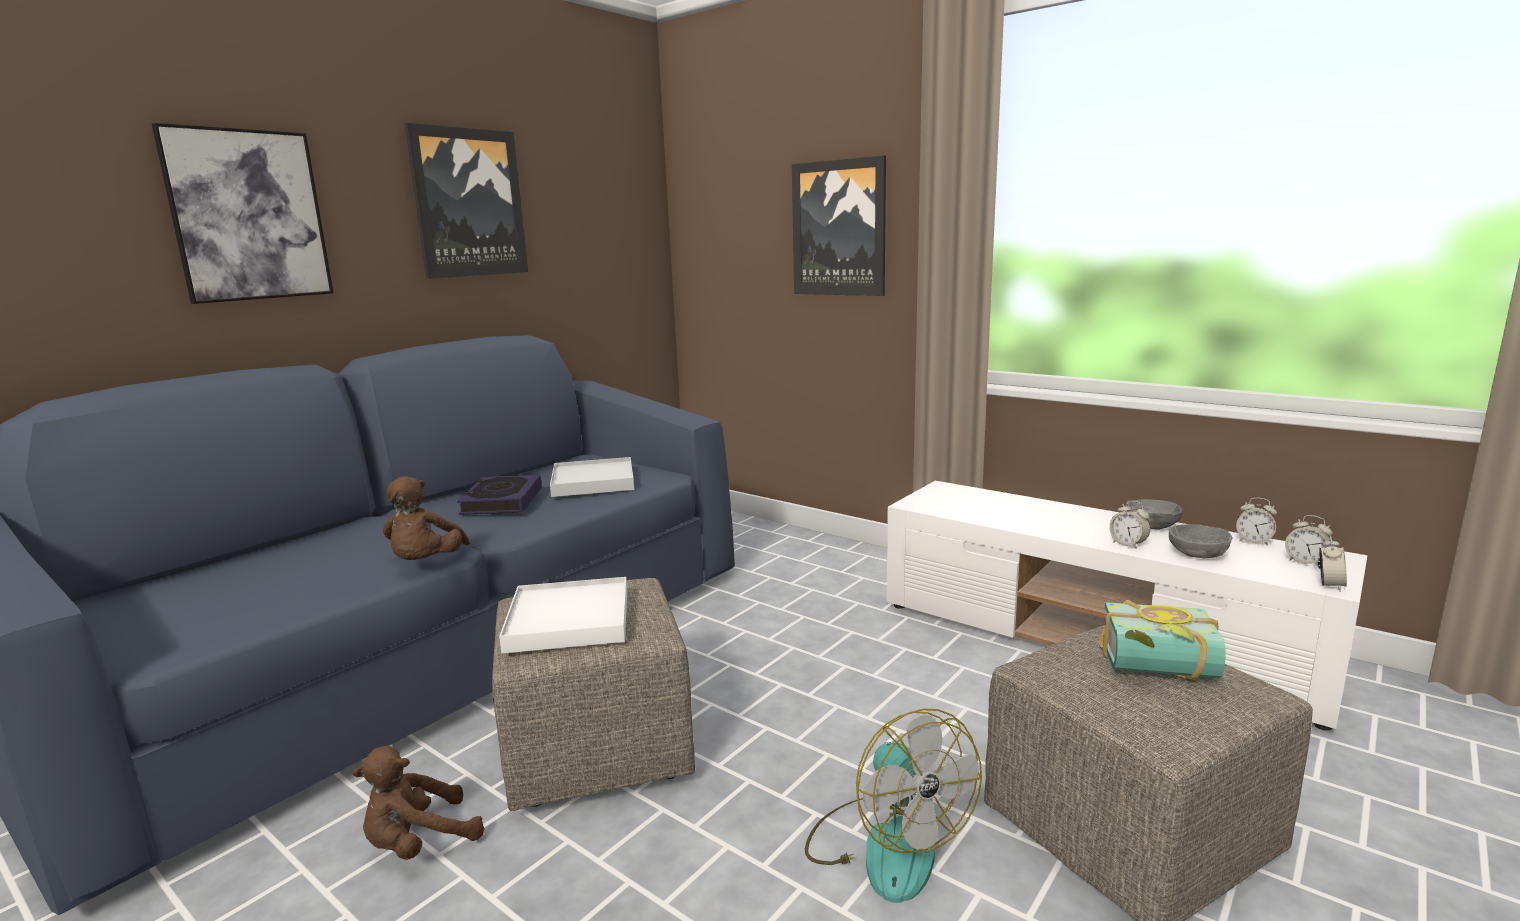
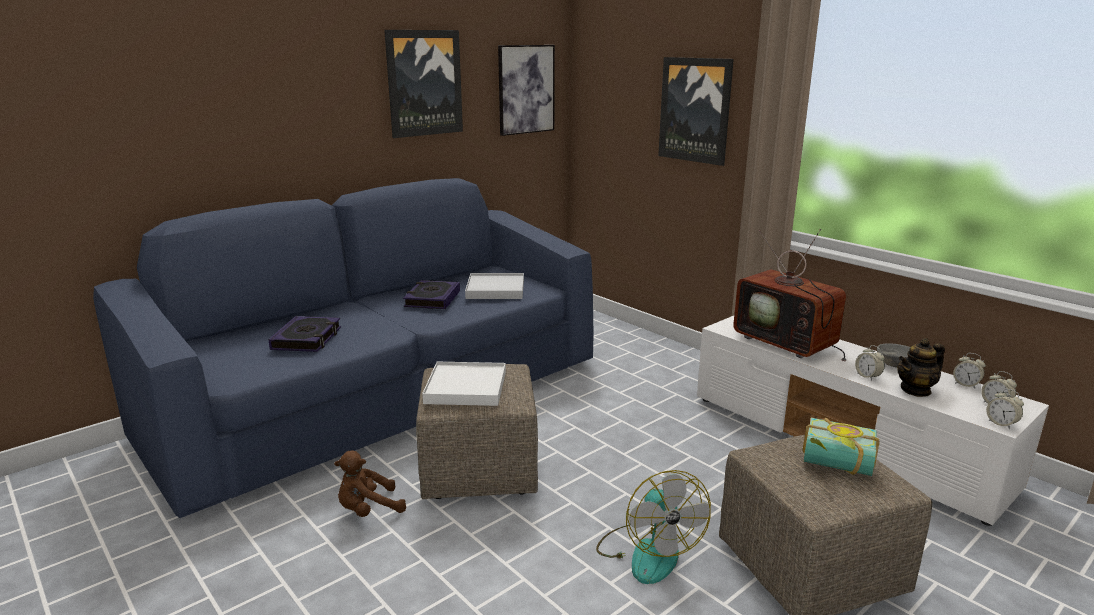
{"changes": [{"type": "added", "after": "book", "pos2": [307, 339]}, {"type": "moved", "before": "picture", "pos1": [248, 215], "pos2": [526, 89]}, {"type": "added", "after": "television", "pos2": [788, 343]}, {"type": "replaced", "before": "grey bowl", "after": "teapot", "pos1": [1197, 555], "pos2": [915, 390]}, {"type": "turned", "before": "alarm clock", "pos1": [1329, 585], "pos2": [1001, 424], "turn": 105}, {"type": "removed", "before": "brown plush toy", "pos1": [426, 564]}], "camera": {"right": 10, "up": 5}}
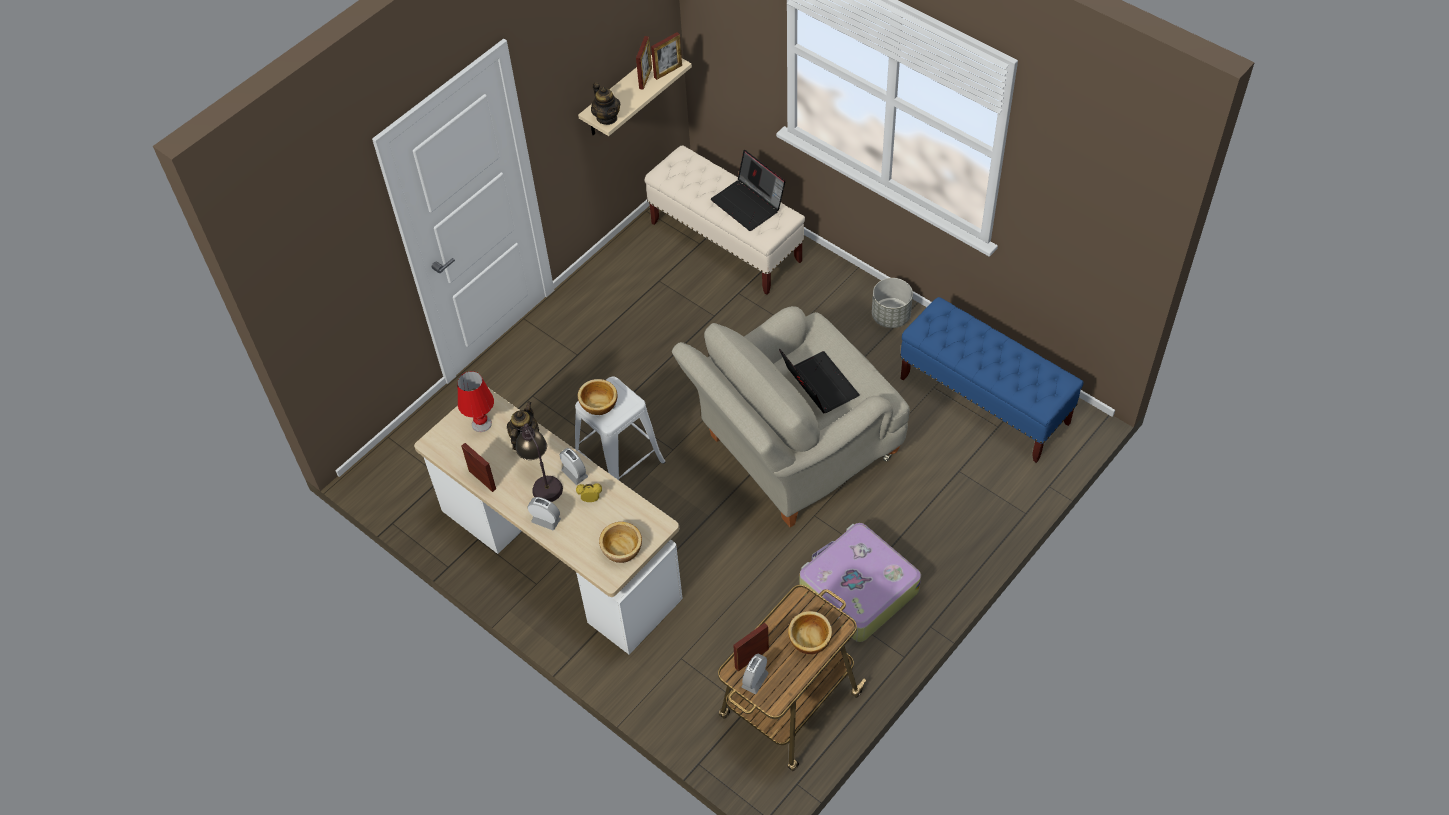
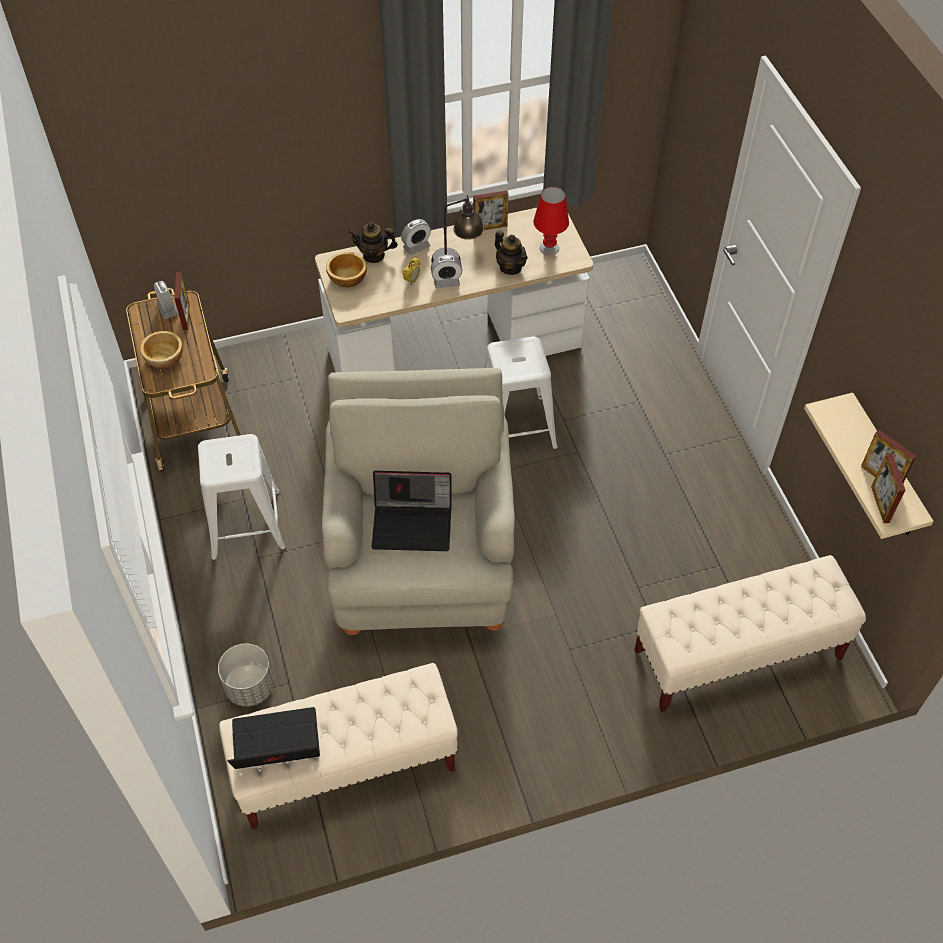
{"changes": [{"type": "replaced", "before": "suitcase", "after": "white stool", "pos1": [857, 589], "pos2": [246, 524]}, {"type": "moved", "before": "grey planter", "pos1": [891, 316], "pos2": [249, 687]}, {"type": "recoloured", "before": "blue bench", "after": "beige bench", "pos1": [984, 401], "pos2": [345, 765]}, {"type": "moved", "before": "laptop", "pos1": [749, 204], "pos2": [275, 746]}, {"type": "moved", "before": "teapot", "pos1": [607, 118], "pos2": [374, 255]}, {"type": "removed", "before": "bowl", "pos1": [598, 404]}], "camera": {"right": 120, "up": 0}}
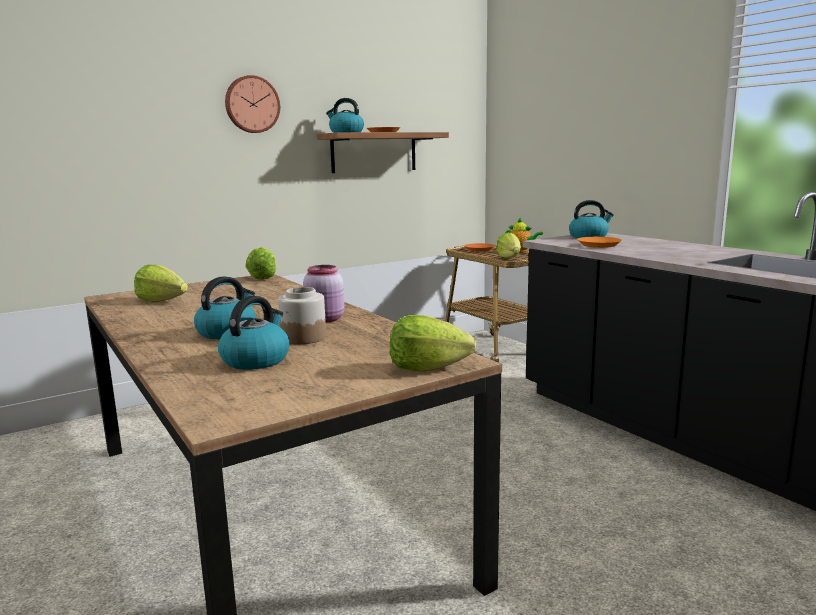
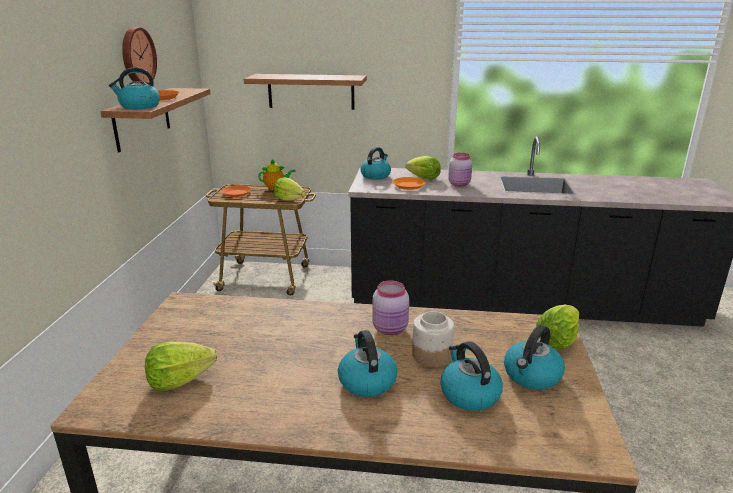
{"changes": [{"type": "moved", "before": "wall clock", "pos1": [252, 104], "pos2": [137, 56]}, {"type": "added", "after": "shelf", "pos2": [311, 91]}, {"type": "moved", "before": "lettuce", "pos1": [263, 277], "pos2": [423, 178]}, {"type": "added", "after": "pink jar", "pos2": [460, 184]}, {"type": "added", "after": "kettle", "pos2": [532, 376]}], "camera": {"right": -50, "up": 10}}
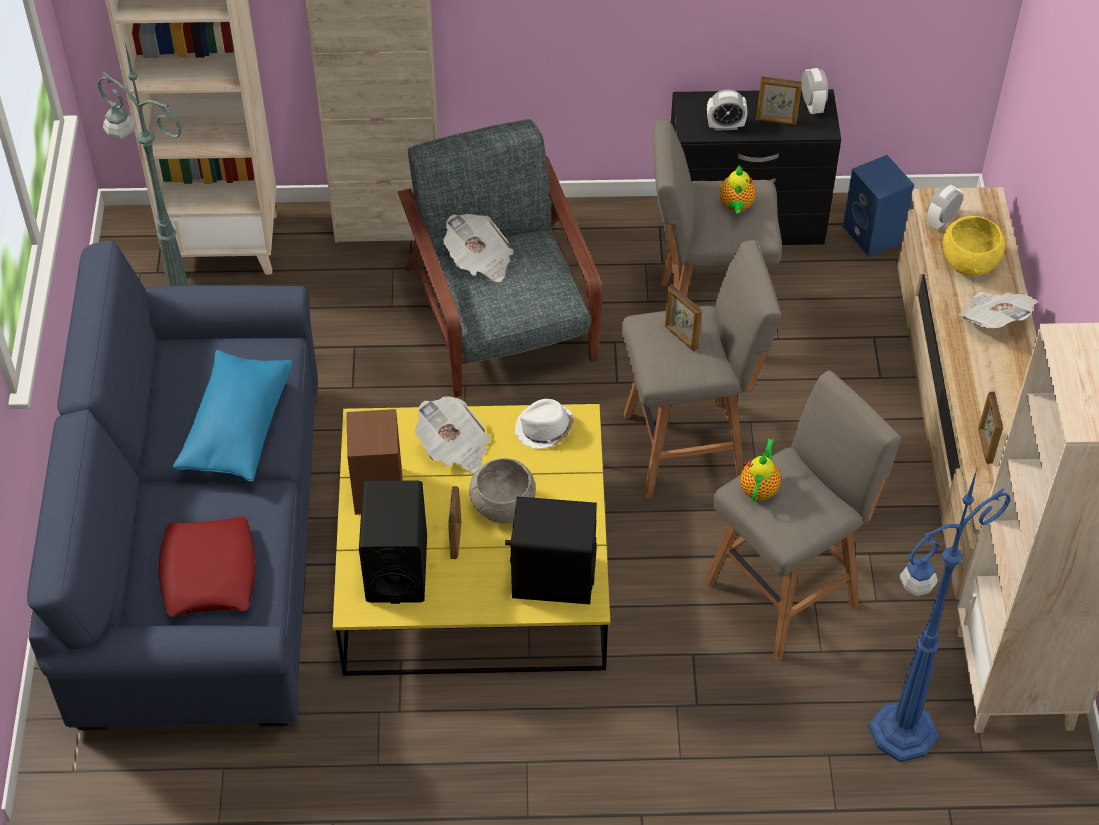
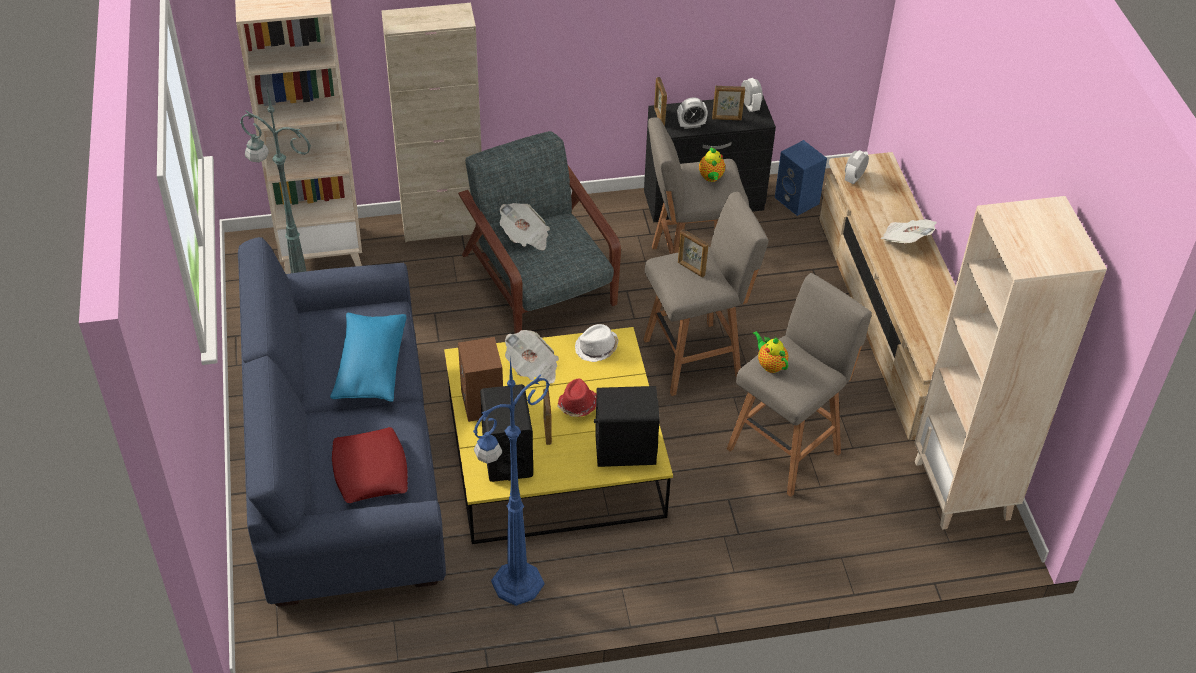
{"changes": [{"type": "moved", "before": "blue floor lamp", "pos1": [900, 733], "pos2": [515, 584]}, {"type": "replaced", "before": "grey bowl", "after": "red hat", "pos1": [502, 508], "pos2": [577, 405]}, {"type": "moved", "before": "picture frame", "pos1": [985, 446], "pos2": [659, 117]}, {"type": "turned", "before": "teapot", "pos1": [759, 488], "pos2": [770, 364], "turn": -45}, {"type": "removed", "before": "yellow bowl", "pos1": [968, 264]}], "camera": {"right": -10, "up": -5}}
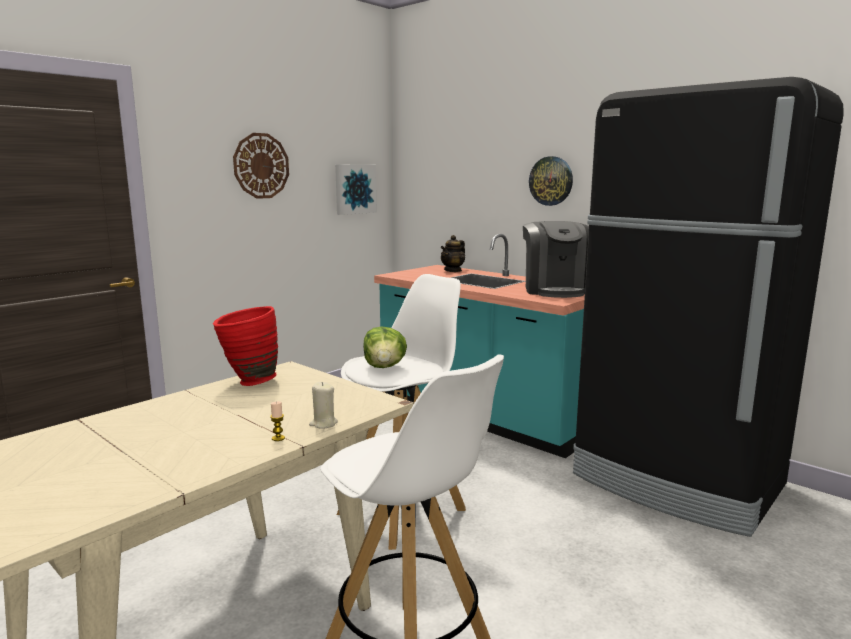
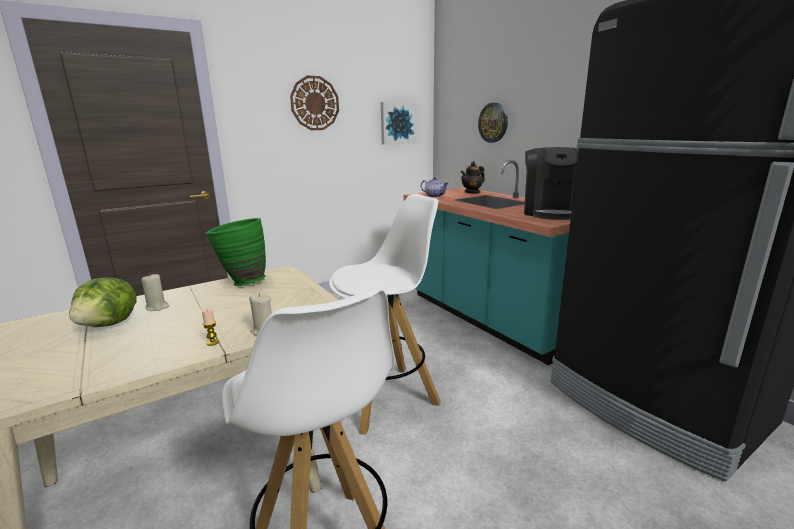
{"changes": [{"type": "moved", "before": "lettuce", "pos1": [384, 367], "pos2": [110, 324]}, {"type": "added", "after": "beige candle", "pos2": [157, 307]}, {"type": "recoloured", "before": "red vase", "after": "green vase", "pos1": [248, 382], "pos2": [242, 282]}, {"type": "added", "after": "teapot", "pos2": [434, 196]}, {"type": "moved", "before": "wall clock", "pos1": [551, 181], "pos2": [493, 122]}], "camera": {"right": 15, "up": 5}}
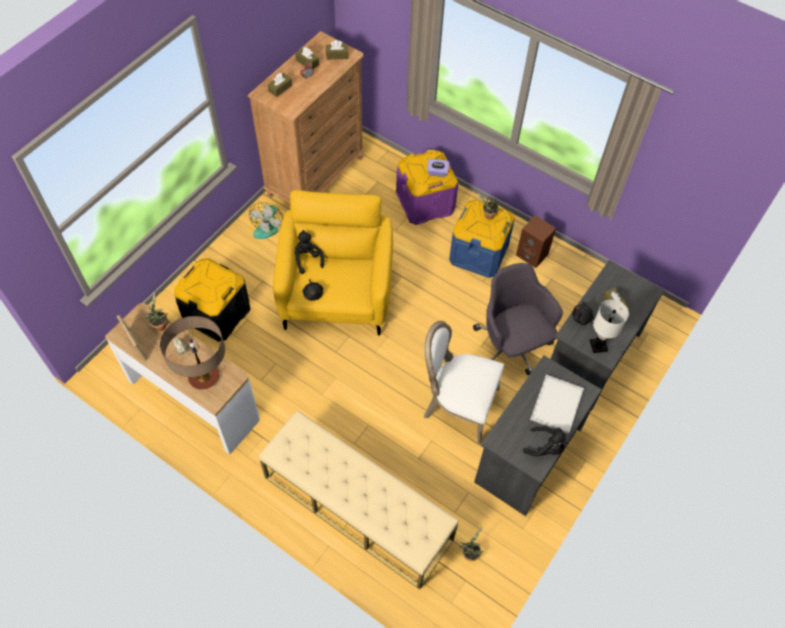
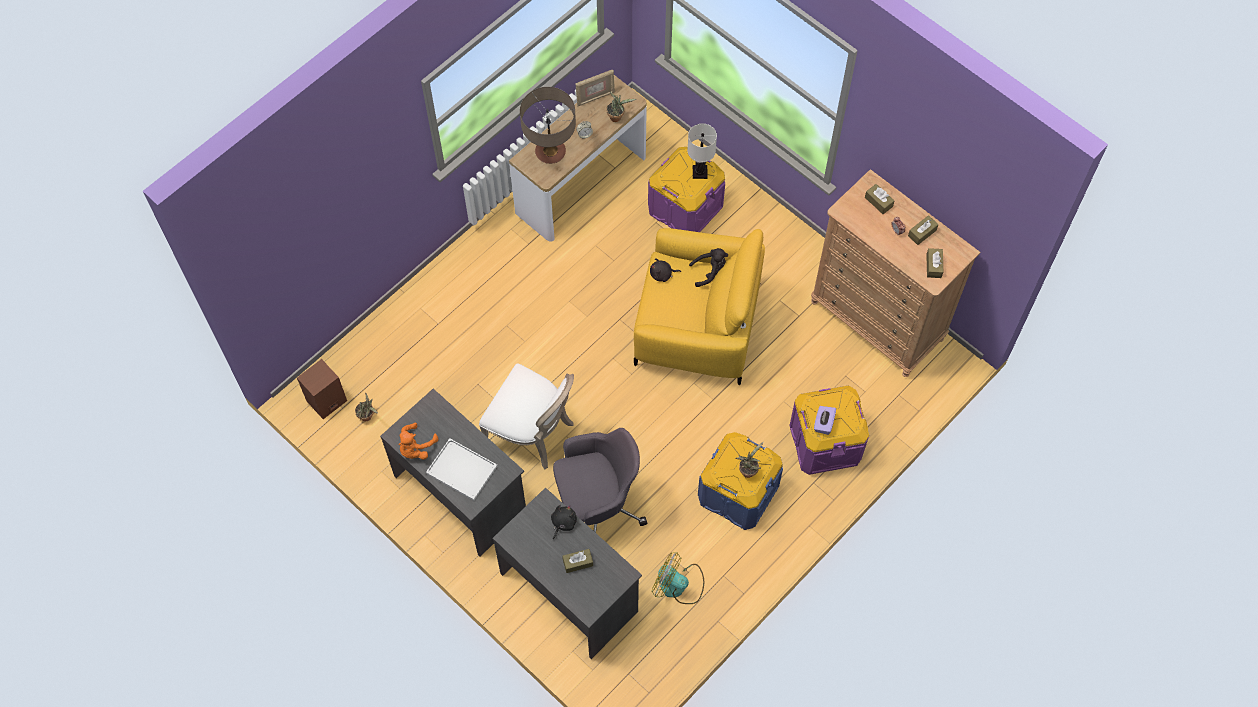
{"changes": [{"type": "moved", "before": "brown speaker", "pos1": [533, 254], "pos2": [326, 402]}, {"type": "recoloured", "before": "black plush toy", "after": "orange plush toy", "pos1": [545, 447], "pos2": [416, 448]}, {"type": "turned", "before": "white chair", "pos1": [457, 405], "pos2": [533, 433], "turn": 90}, {"type": "recoloured", "before": "black storage box", "after": "purple storage box", "pos1": [217, 313], "pos2": [685, 208]}, {"type": "moved", "before": "fan", "pos1": [268, 226], "pos2": [678, 585]}, {"type": "moved", "before": "white table lamp", "pos1": [598, 345], "pos2": [700, 172]}, {"type": "removed", "before": "beige bench", "pos1": [357, 508]}], "camera": {"right": 100, "up": 5}}
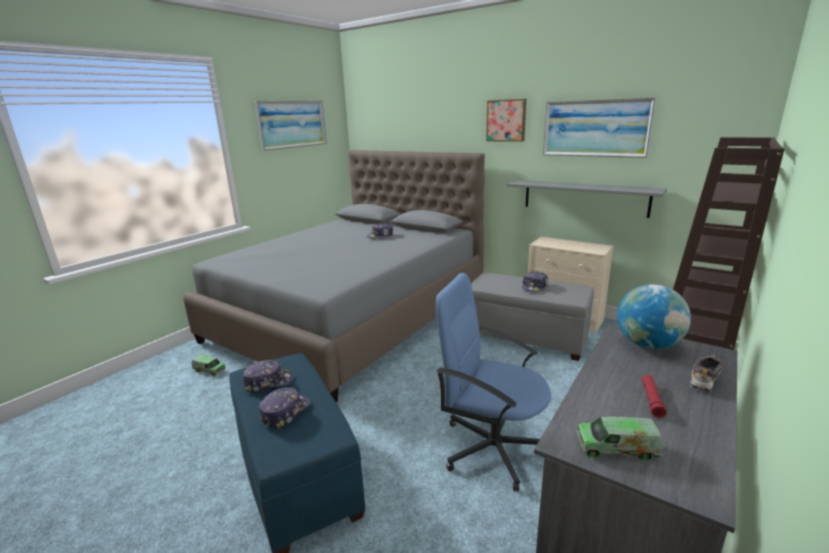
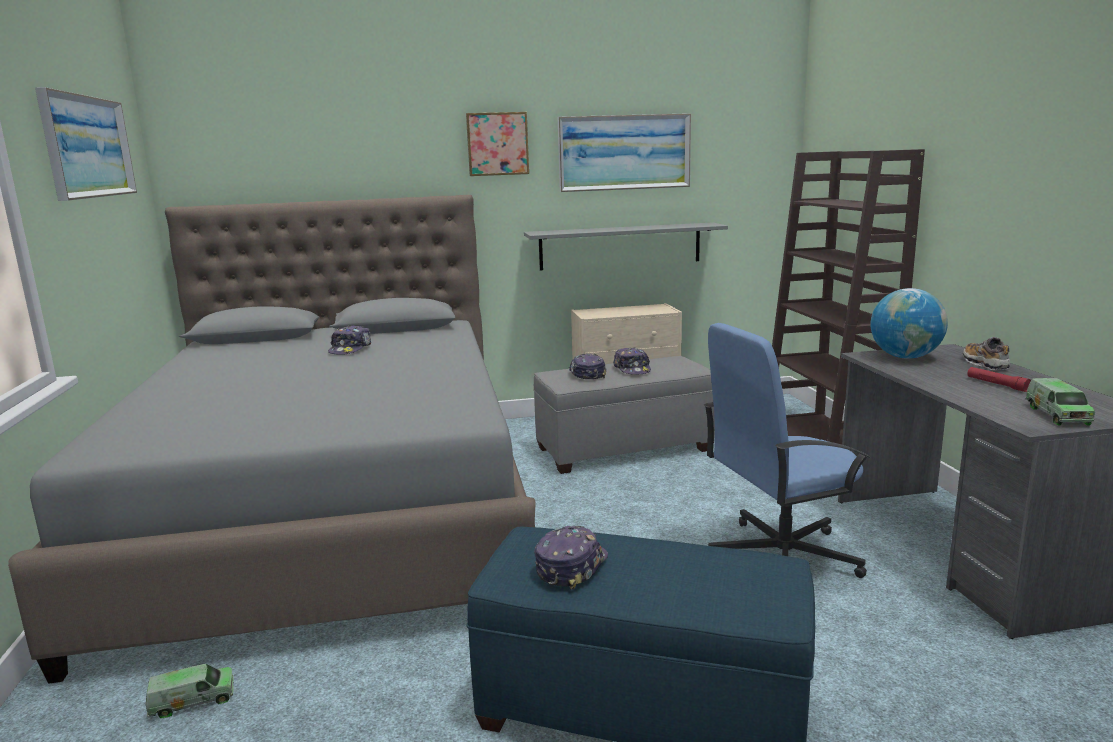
{"changes": [{"type": "moved", "before": "cap", "pos1": [285, 412], "pos2": [586, 374]}, {"type": "turned", "before": "toy truck", "pos1": [617, 448], "pos2": [1057, 414], "turn": -45}], "camera": {"right": -45, "up": -5}}
